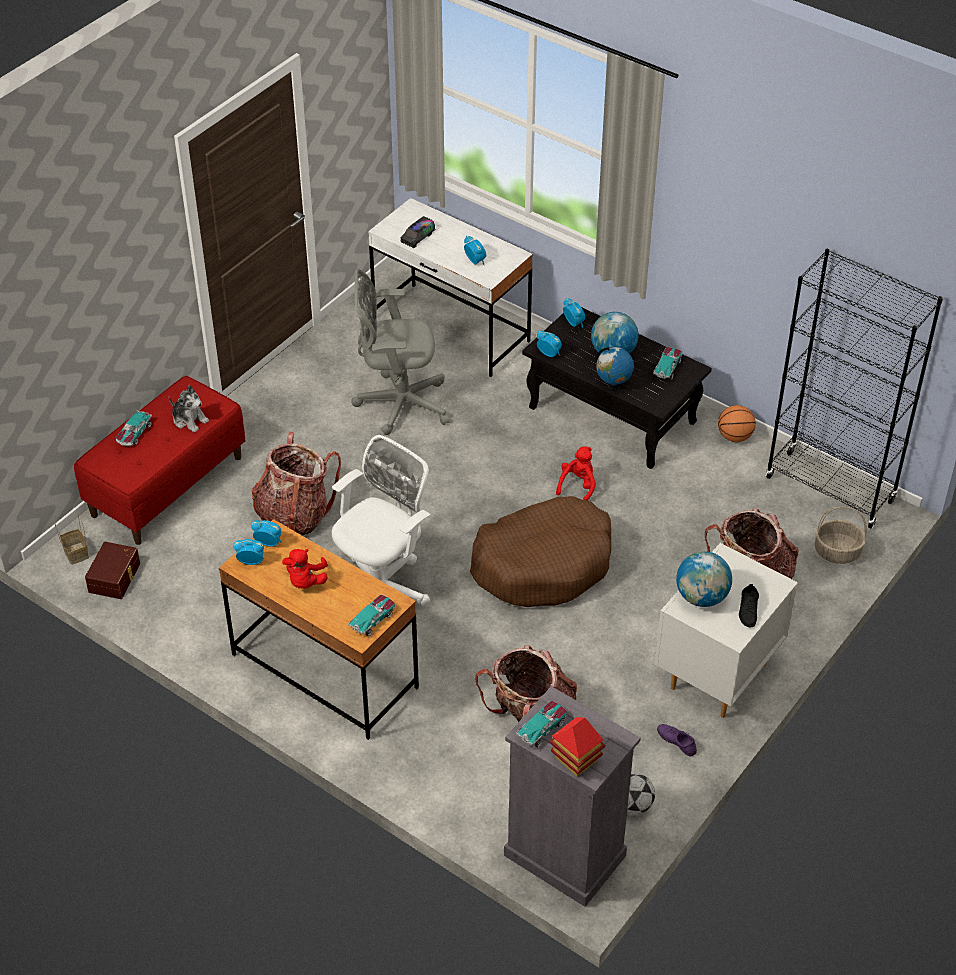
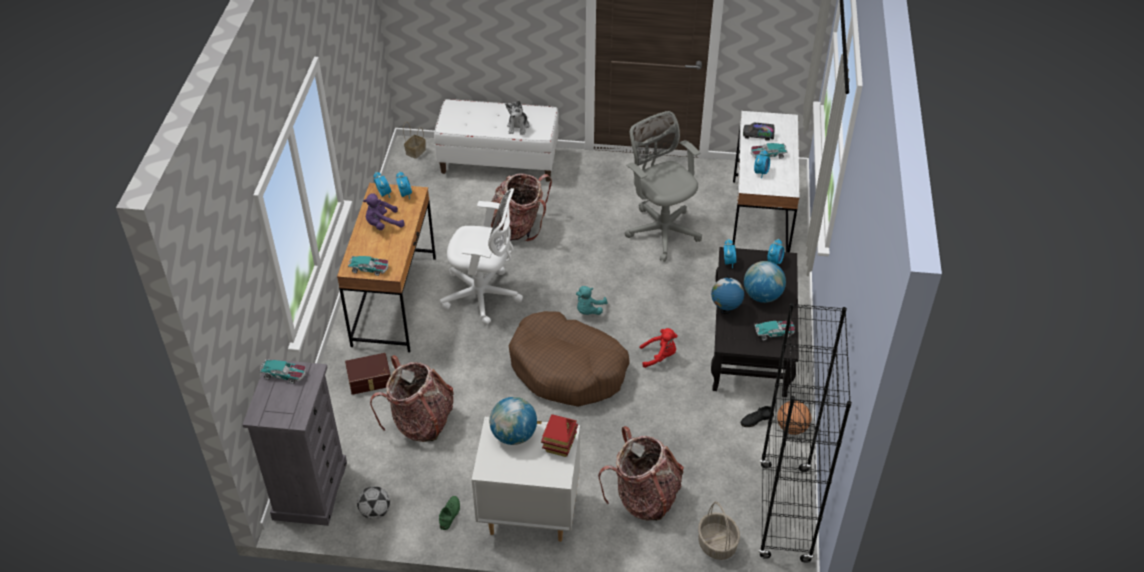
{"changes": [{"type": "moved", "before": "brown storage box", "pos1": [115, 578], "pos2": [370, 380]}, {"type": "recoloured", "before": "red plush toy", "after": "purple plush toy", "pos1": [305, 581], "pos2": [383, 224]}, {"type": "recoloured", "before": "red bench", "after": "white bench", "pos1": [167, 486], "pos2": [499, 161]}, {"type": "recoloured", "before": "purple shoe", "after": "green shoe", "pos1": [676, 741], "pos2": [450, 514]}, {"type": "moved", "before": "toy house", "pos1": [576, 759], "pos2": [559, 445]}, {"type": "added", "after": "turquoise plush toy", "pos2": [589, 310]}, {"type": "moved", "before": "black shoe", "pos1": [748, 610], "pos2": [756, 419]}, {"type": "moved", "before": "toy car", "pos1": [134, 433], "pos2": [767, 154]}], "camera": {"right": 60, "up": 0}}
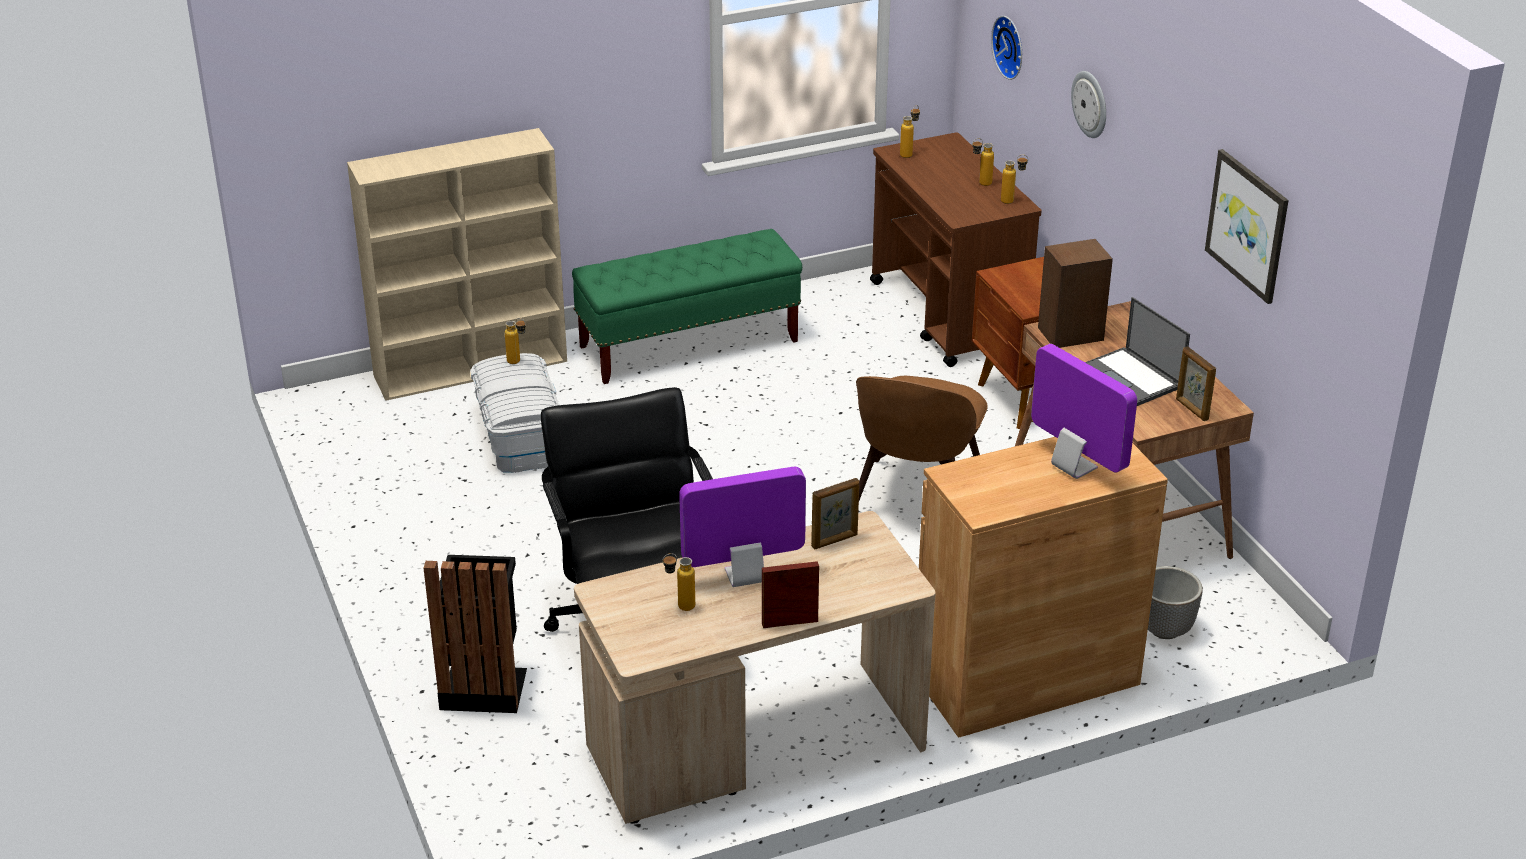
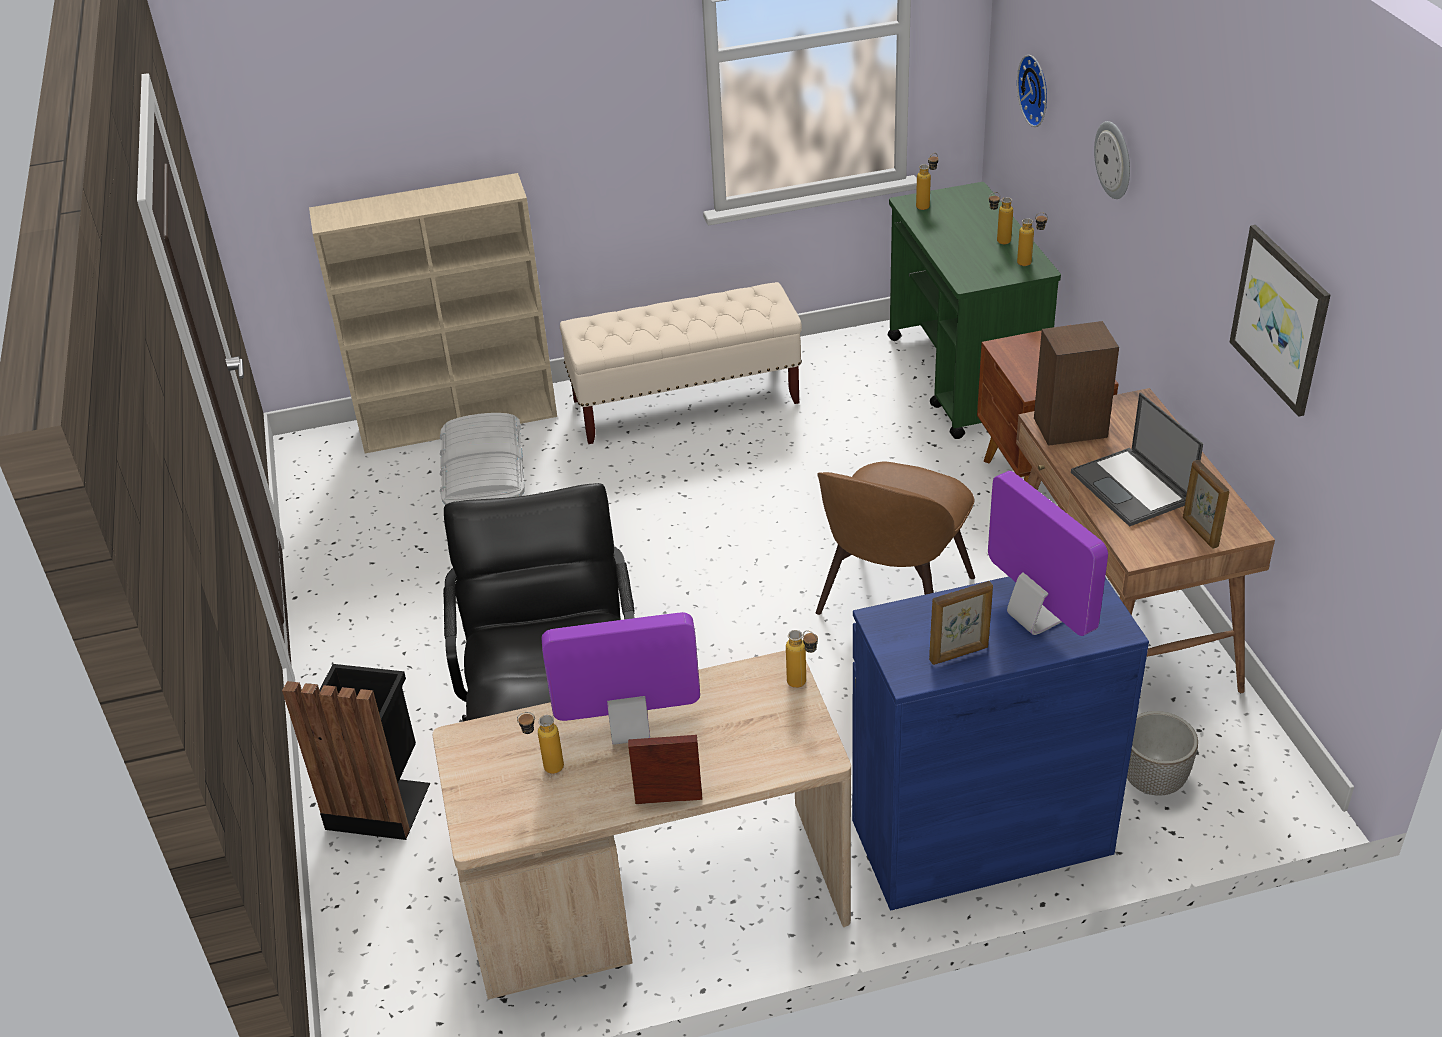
{"changes": [{"type": "recoloured", "before": "green bench", "after": "beige bench", "pos1": [689, 344], "pos2": [686, 402]}, {"type": "moved", "before": "bottle", "pos1": [518, 362], "pos2": [803, 685]}, {"type": "recoloured", "before": "brown cabinet", "after": "blue cabinet", "pos1": [1026, 679], "pos2": [981, 837]}, {"type": "recoloured", "before": "brown cart", "after": "green cart", "pos1": [949, 315], "pos2": [965, 379]}, {"type": "moved", "before": "picture frame", "pos1": [835, 541], "pos2": [959, 654]}], "camera": {"right": 10, "up": 5}}
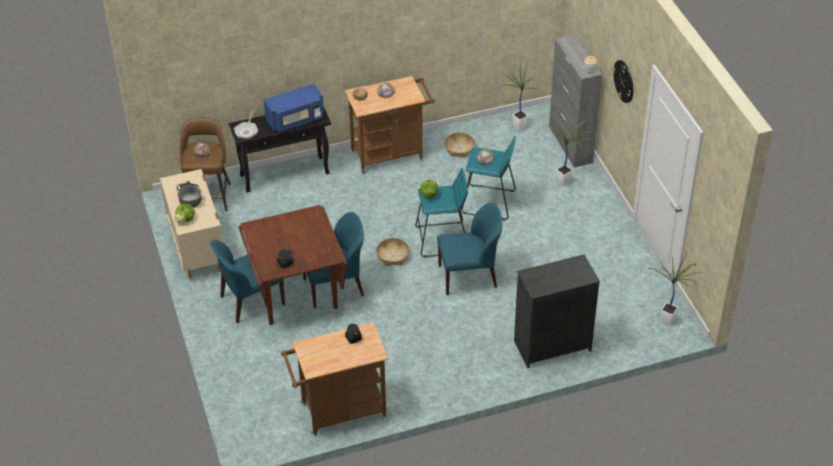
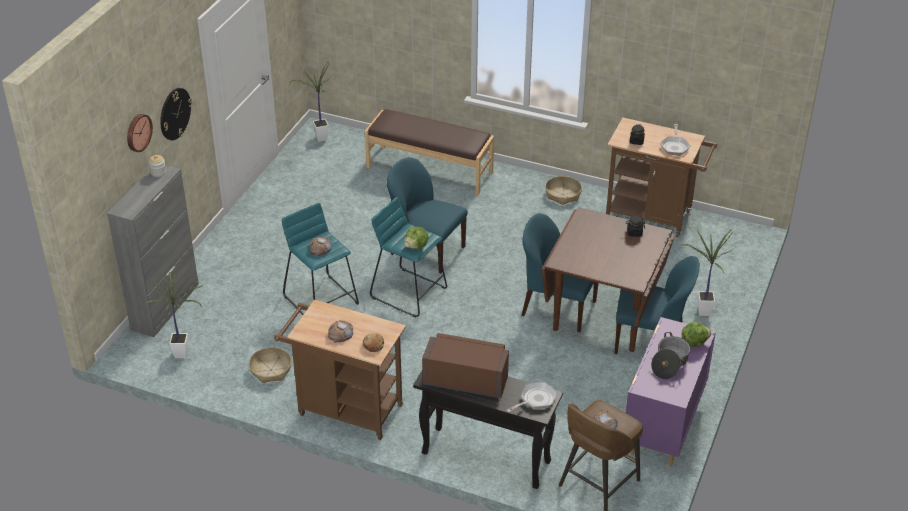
{"changes": [{"type": "added", "after": "wall clock", "pos2": [137, 132]}, {"type": "replaced", "before": "black dresser", "after": "brown bench", "pos1": [552, 345], "pos2": [429, 169]}, {"type": "recoloured", "before": "blue microwave", "after": "brown microwave", "pos1": [296, 119], "pos2": [466, 380]}, {"type": "moved", "before": "basket", "pos1": [393, 255], "pos2": [563, 195]}, {"type": "recoloured", "before": "beige dresser", "after": "purple dresser", "pos1": [197, 249], "pos2": [663, 426]}, {"type": "added", "after": "frying pan", "pos2": [674, 146]}, {"type": "moved", "before": "potted plant", "pos1": [566, 182], "pos2": [700, 311]}], "camera": {"right": -140, "up": -5}}
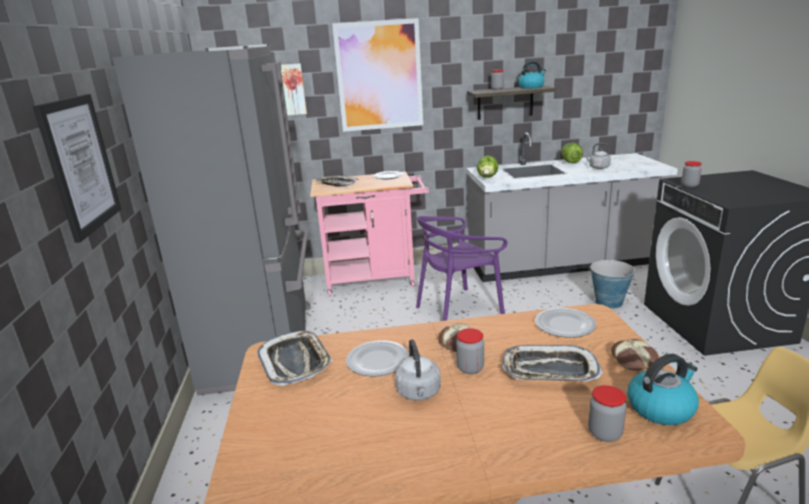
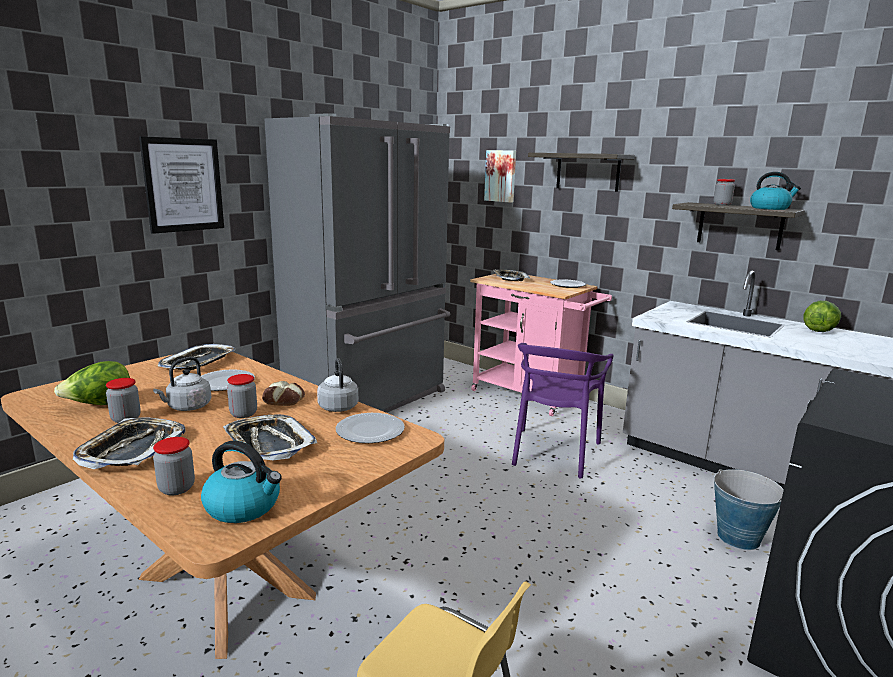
{"changes": [{"type": "moved", "before": "lettuce", "pos1": [487, 178], "pos2": [100, 405]}, {"type": "added", "after": "tray", "pos2": [132, 449]}, {"type": "moved", "before": "jar", "pos1": [689, 185], "pos2": [126, 419]}, {"type": "moved", "before": "grey kettle", "pos1": [598, 167], "pos2": [338, 406]}, {"type": "turned", "before": "purple chair", "pos1": [458, 309], "pos2": [553, 452], "turn": -90}, {"type": "replaced", "before": "picture", "after": "shelf", "pos1": [379, 76], "pos2": [588, 172]}, {"type": "removed", "before": "bread", "pos1": [634, 360]}], "camera": {"right": 45, "up": -5}}
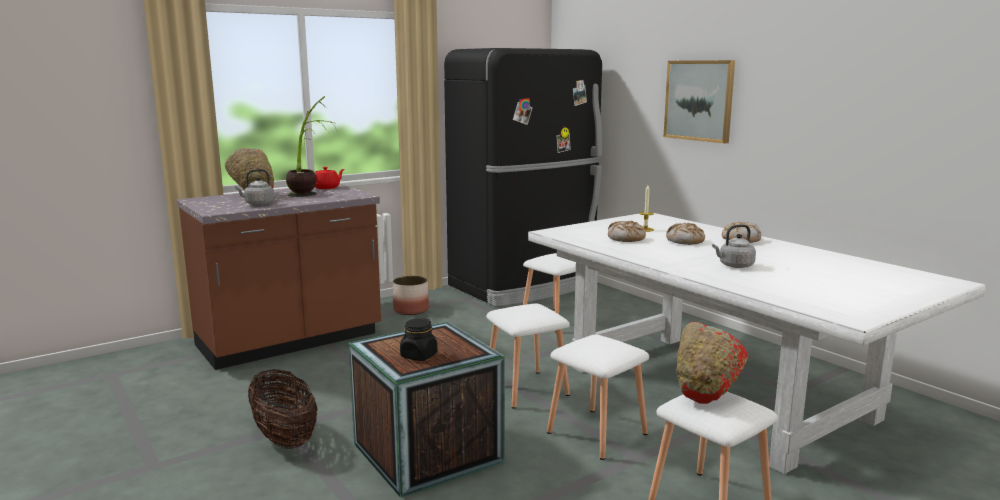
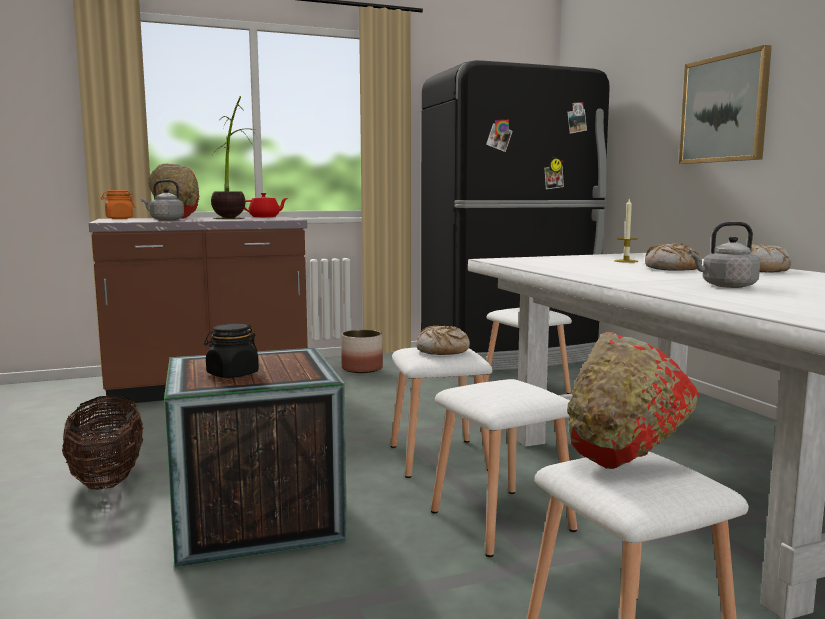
{"changes": [{"type": "added", "after": "orange jar", "pos2": [119, 218]}, {"type": "moved", "before": "bread", "pos1": [626, 238], "pos2": [442, 350]}], "camera": {"right": 15, "up": -5}}
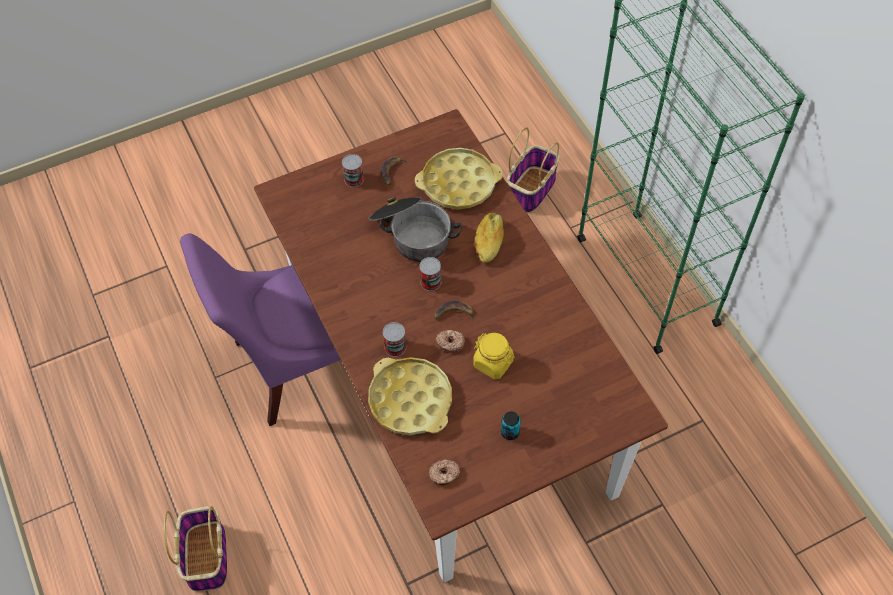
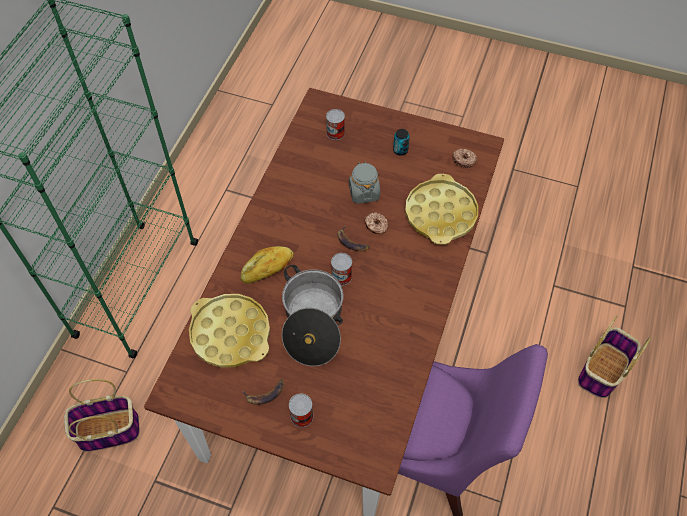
{"changes": [{"type": "moved", "before": "can", "pos1": [395, 347], "pos2": [335, 133]}, {"type": "recoloured", "before": "yellow jar", "after": "grey jar", "pos1": [493, 363], "pos2": [364, 192]}], "camera": {"right": -135, "up": 0}}
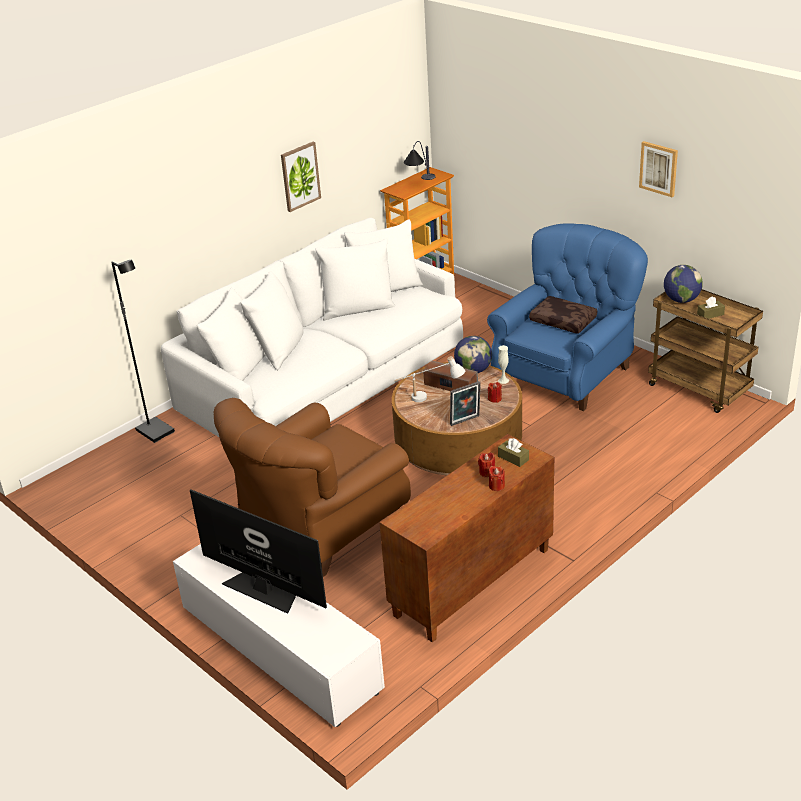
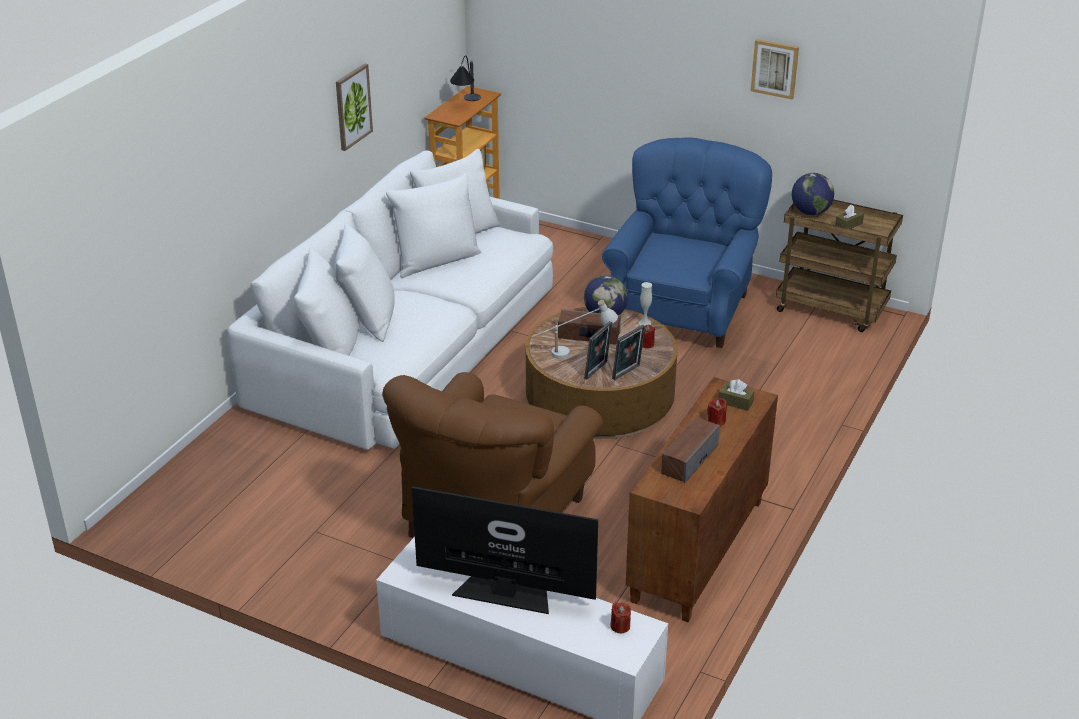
{"changes": [{"type": "added", "after": "picture frame", "pos2": [597, 371]}, {"type": "moved", "before": "red candle", "pos1": [496, 486], "pos2": [620, 626]}, {"type": "added", "after": "speaker", "pos2": [689, 459]}, {"type": "removed", "before": "black floor lamp", "pos1": [156, 431]}, {"type": "removed", "before": "brown pillow", "pos1": [564, 321]}], "camera": {"right": -20, "up": 0}}
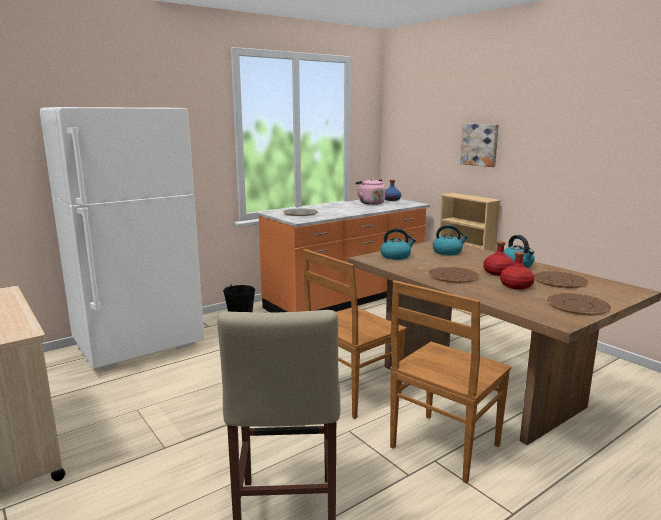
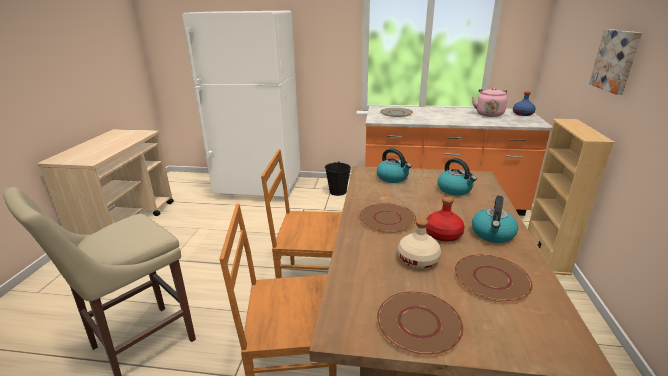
{"changes": [{"type": "recoloured", "before": "red bottle", "after": "beige bottle", "pos1": [516, 286], "pos2": [418, 259]}], "camera": {"right": 45, "up": 10}}
